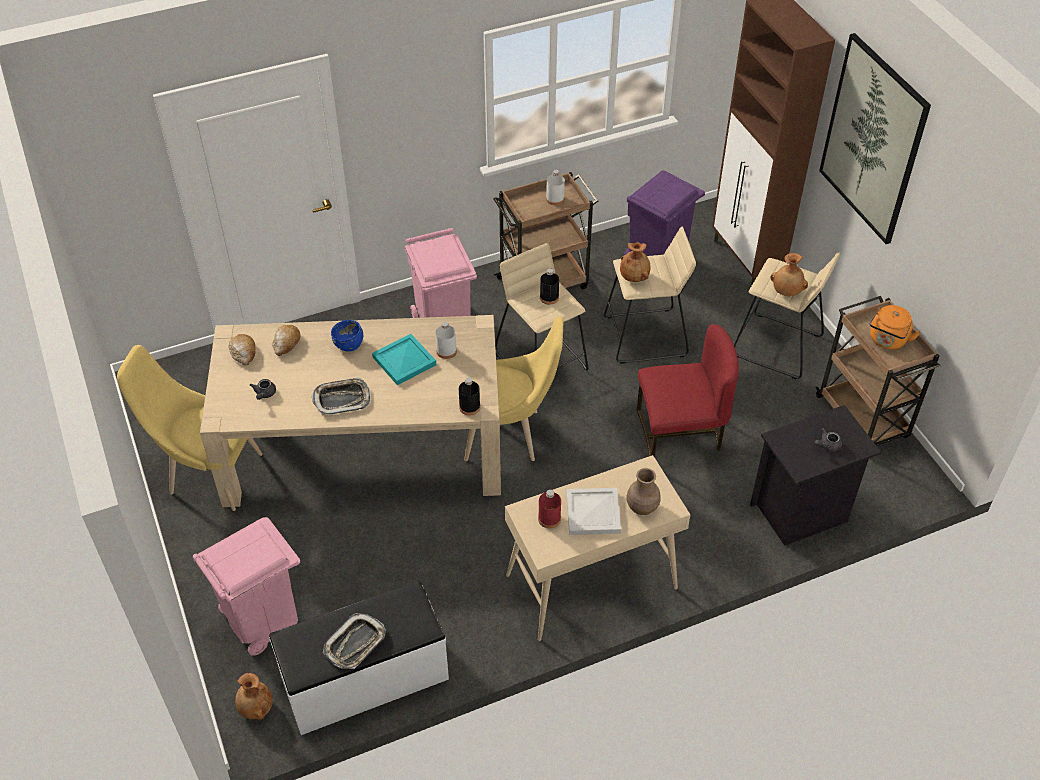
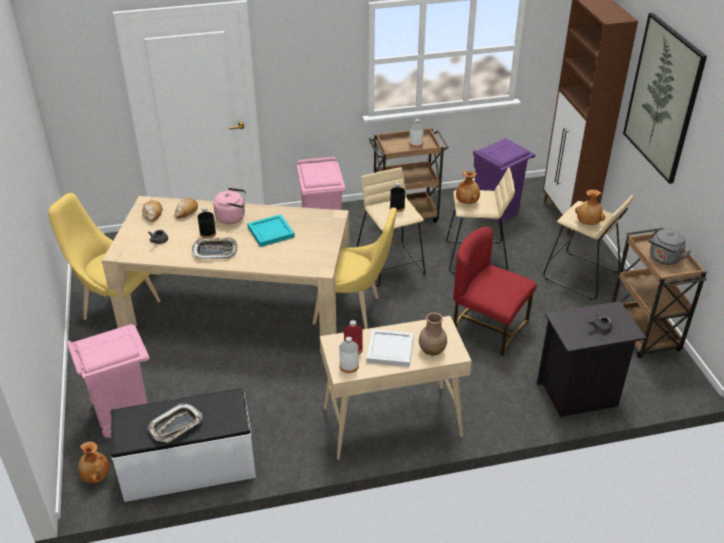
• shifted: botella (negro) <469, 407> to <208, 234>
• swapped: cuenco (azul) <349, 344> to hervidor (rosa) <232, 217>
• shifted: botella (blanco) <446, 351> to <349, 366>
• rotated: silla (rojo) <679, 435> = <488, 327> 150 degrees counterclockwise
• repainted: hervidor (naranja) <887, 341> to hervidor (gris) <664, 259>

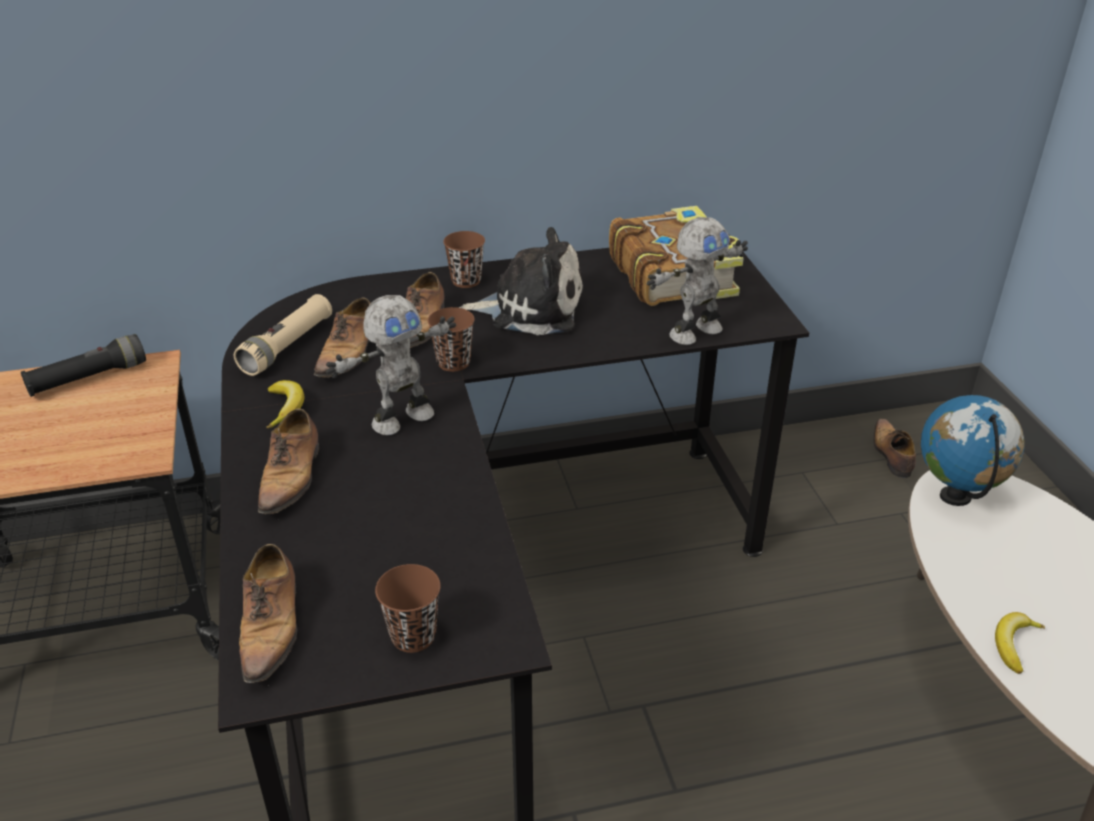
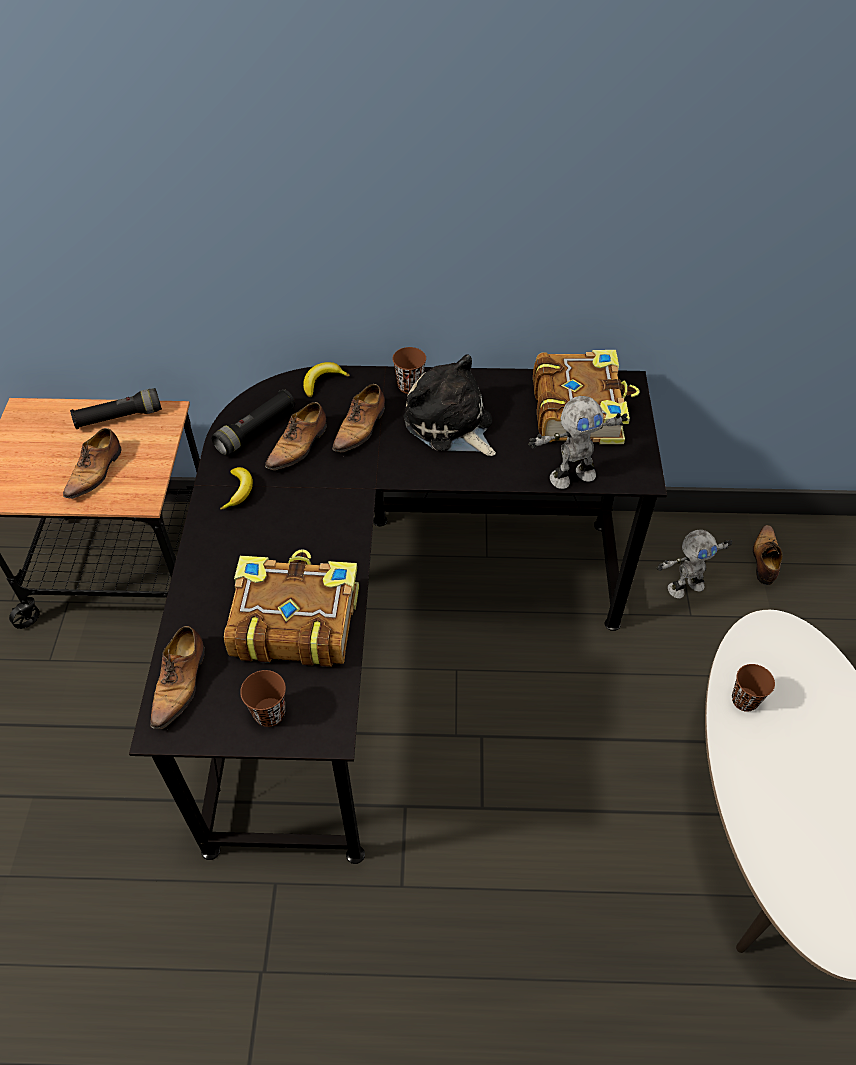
• shifted: zapato <291, 476> to <96, 472>
• repainted: linterna (beis) <287, 346> to linterna (negro) <256, 430>
• new: libro <293, 621>
• shifted: plátano <1013, 644> to <322, 382>
• rotated: peluche <531, 308> = <451, 425> 150 degrees counterclockwise
• shifted: robot de juguete <401, 418> to <684, 586>
• shifted: taza (marrón) <453, 362> to <744, 700>
• gone: globo terráqueo <956, 497>

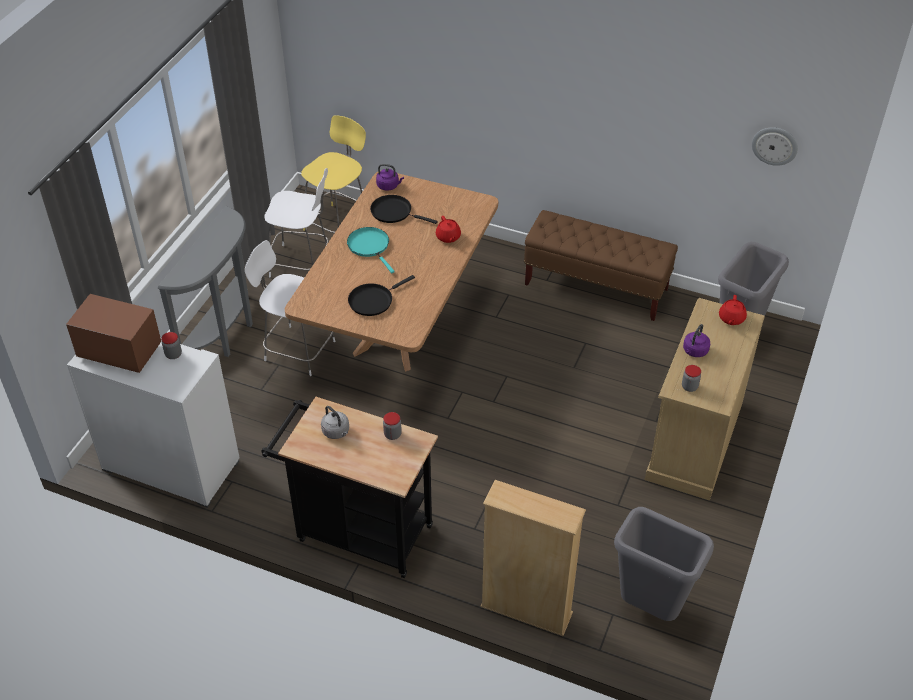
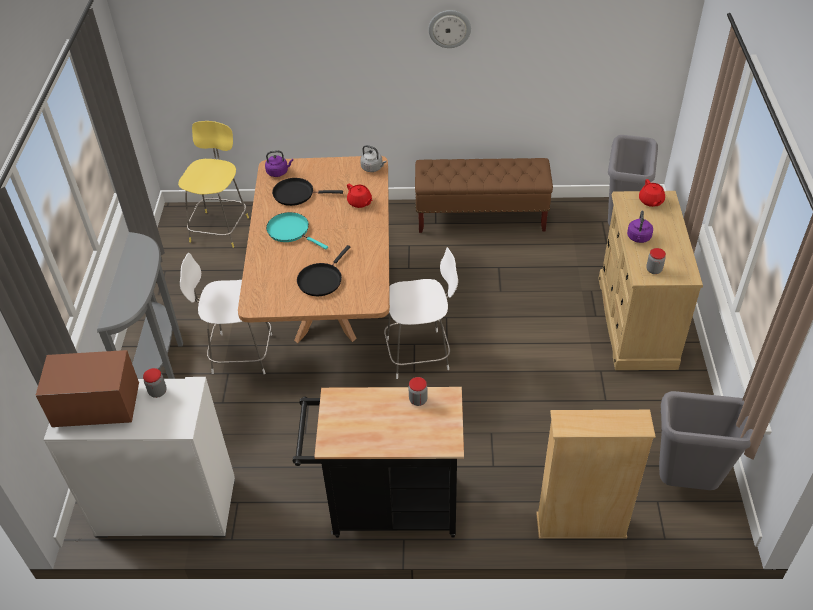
• shifted: hervidor (gris) <336, 432> to <373, 168>
• shifted: taburete (blanco) <302, 264> to <420, 354>
• shifted: reloj de pared <775, 145> to <449, 28>

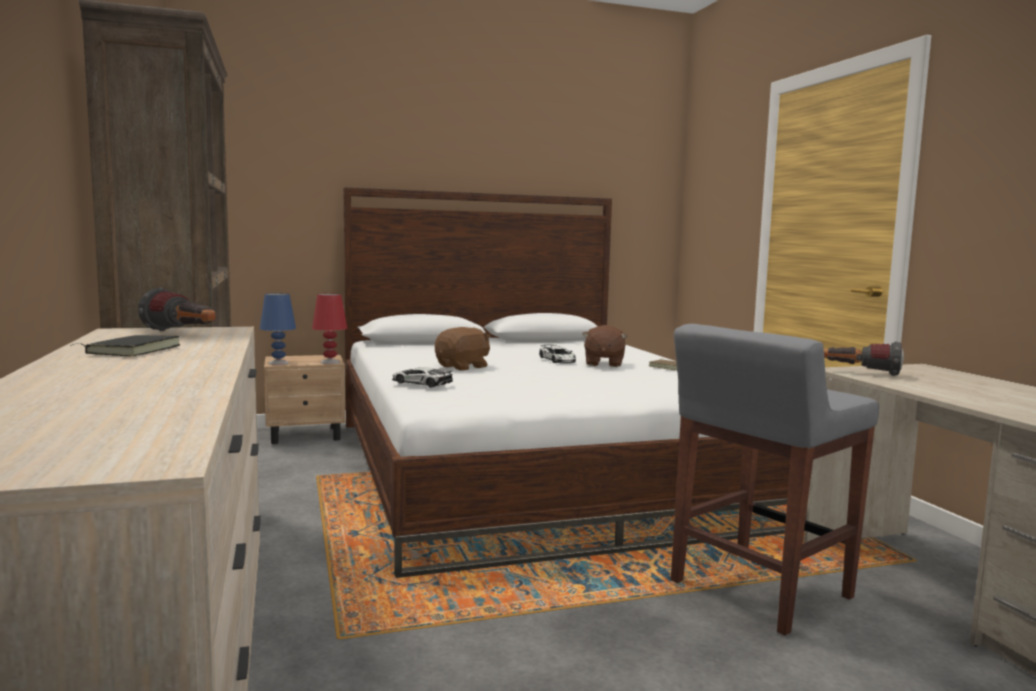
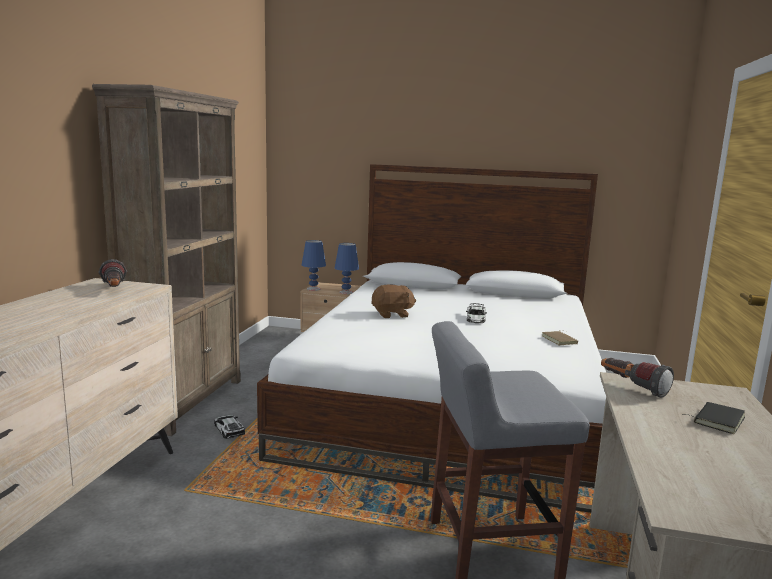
• shifted: coche de juguete <421, 383> to <229, 429>
• repainted: lámpara de mesa (rojo) <330, 362> to lámpara de mesa (azul) <346, 292>
• shifted: libro (negro) <132, 350> to <717, 420>
• gone: peluche (marrón) <603, 363>

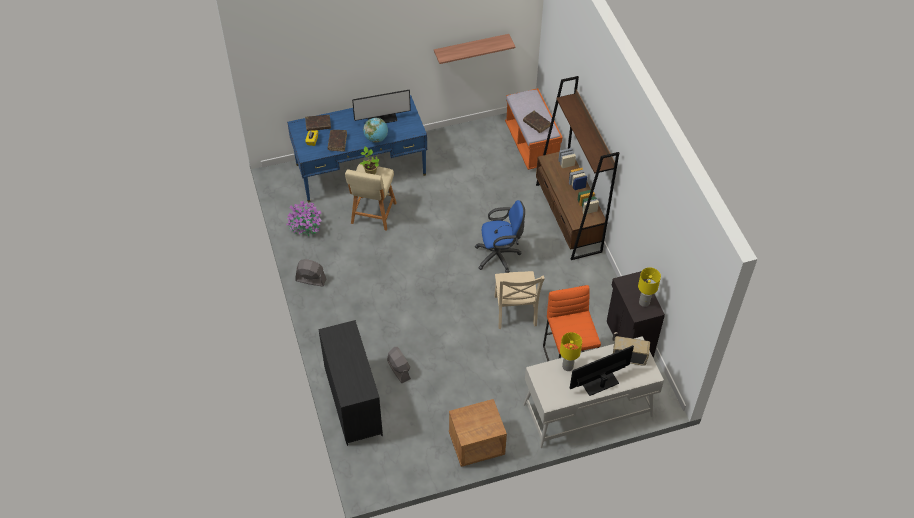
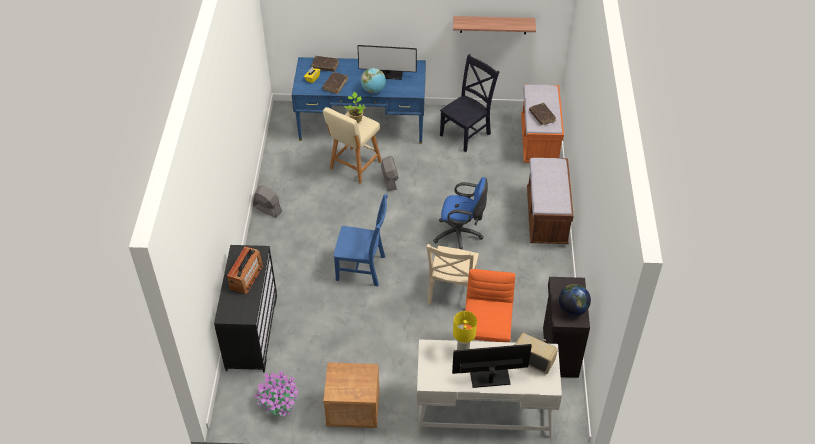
• new: radio <246, 277>
• shifted: planta en maceta <305, 227> to <278, 403>
• new: silla (azul) <363, 269>
• shifted: ventilador (gris) <398, 370> to <389, 180>
• new: silla (negro) <466, 133>
• swapped: estantería (marrón) <568, 218> to banco (marrón) <546, 218>
• swapped: lámpara de mesa (amarillo) <644, 302> to globo terráqueo <572, 309>

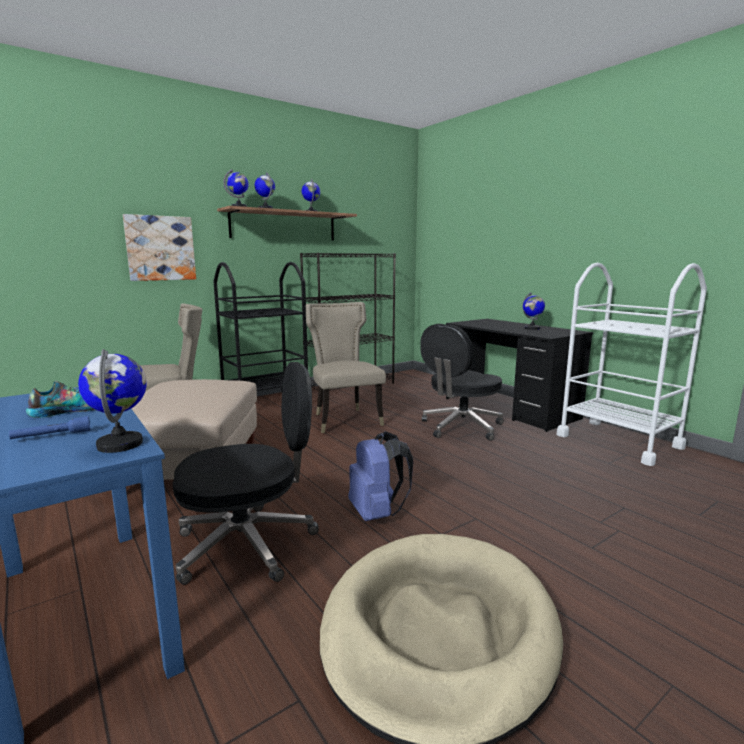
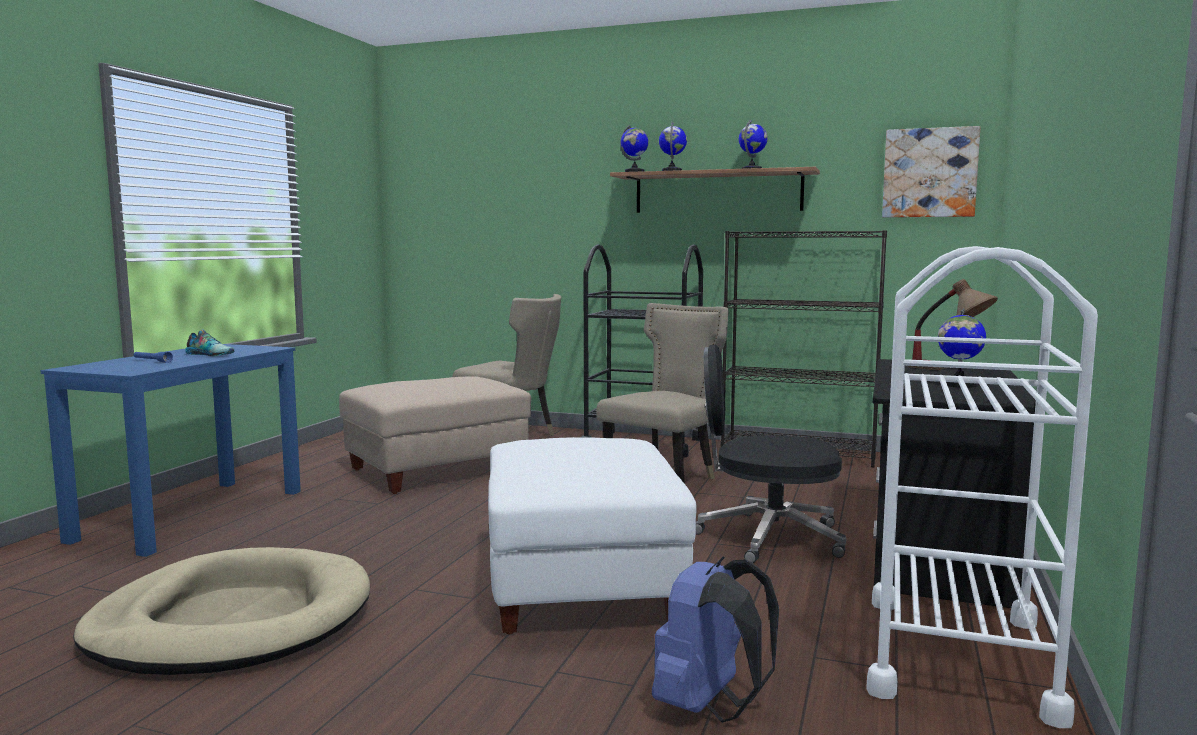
• new: puf (blanco) <581, 585>
• shifted: mochila (azul) <377, 513> to <709, 707>
• shifted: cuadro <160, 248> to <929, 173>
• new: lámpara de mesa <949, 369>
• gone: globo terráqueo <120, 444>
• gone: silla de oficina (negro) <249, 544>

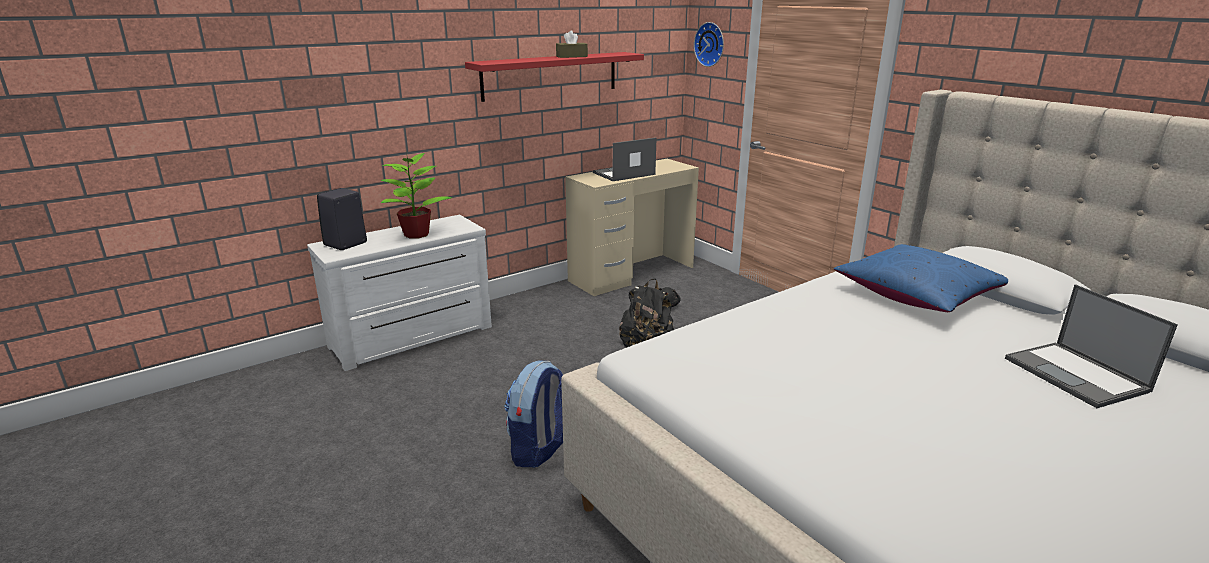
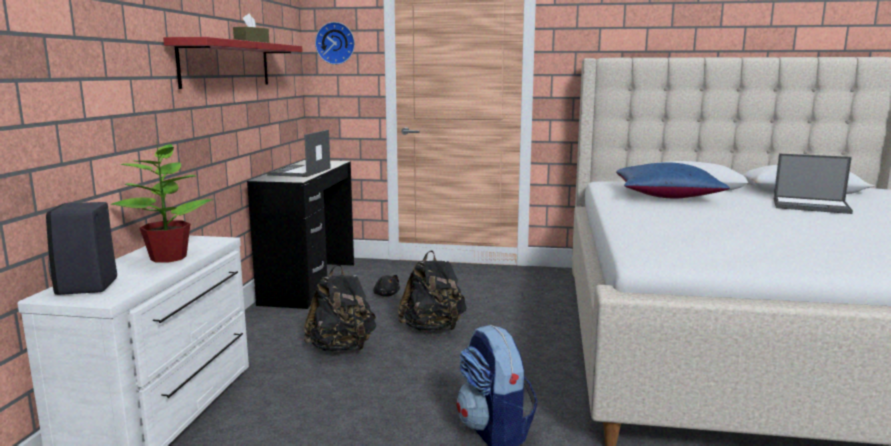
• repainted: escritorio (beis) <631, 274> to escritorio (negro) <309, 283>
• new: mochila (negro) <342, 348>

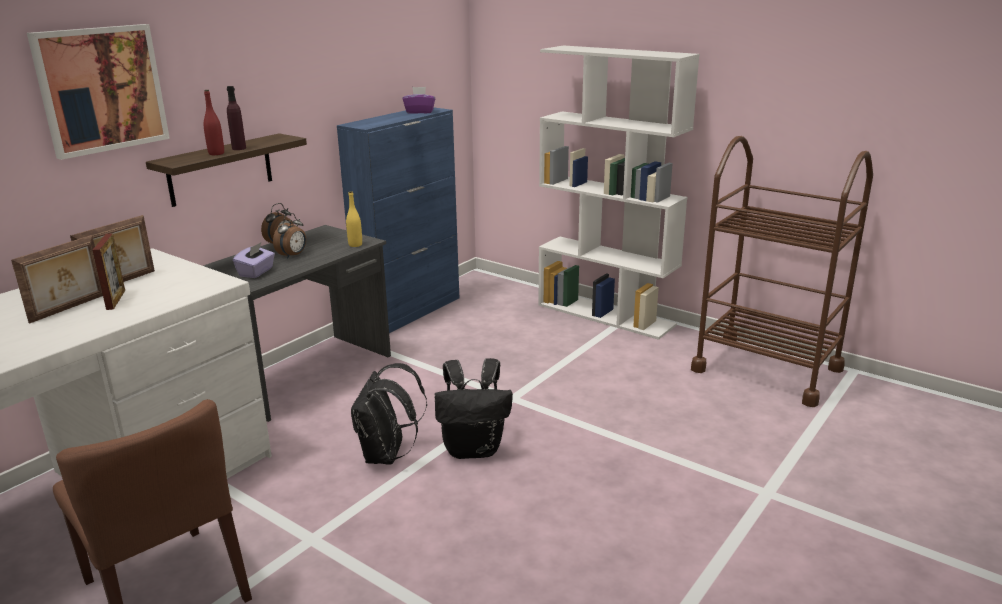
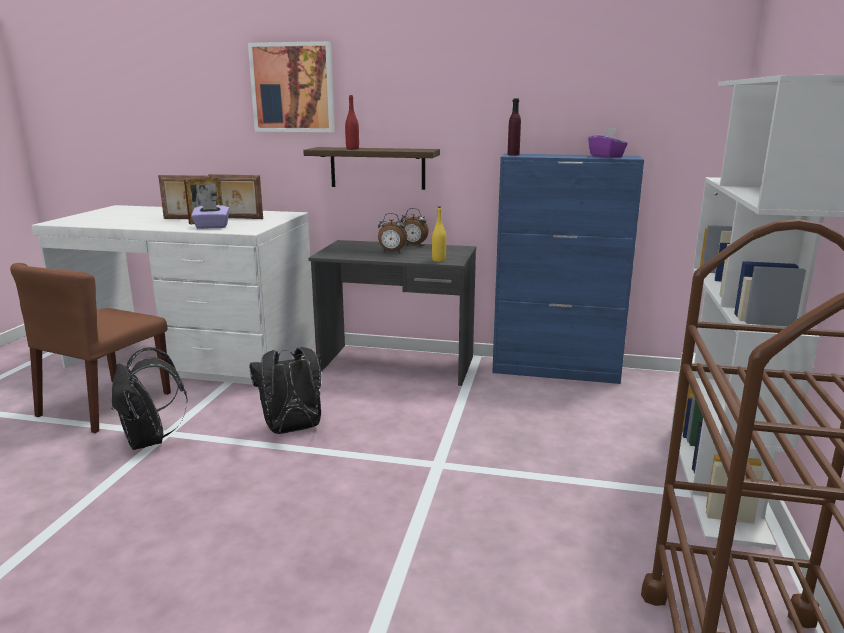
• shifted: mochila (negro) <474, 449> to <149, 440>
• shifted: caja de pañuelos (morado) <256, 272> to <212, 227>
• shifted: botella (morado) <239, 148> to <513, 155>

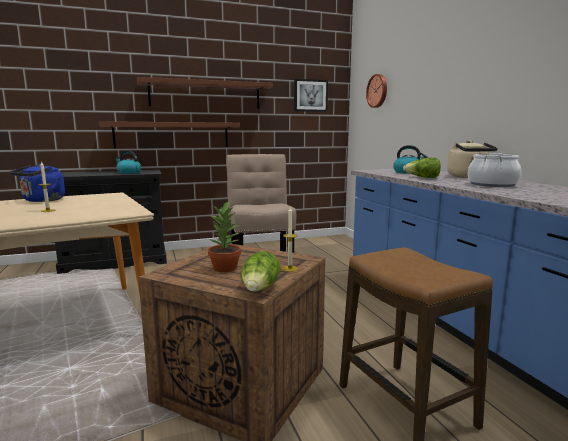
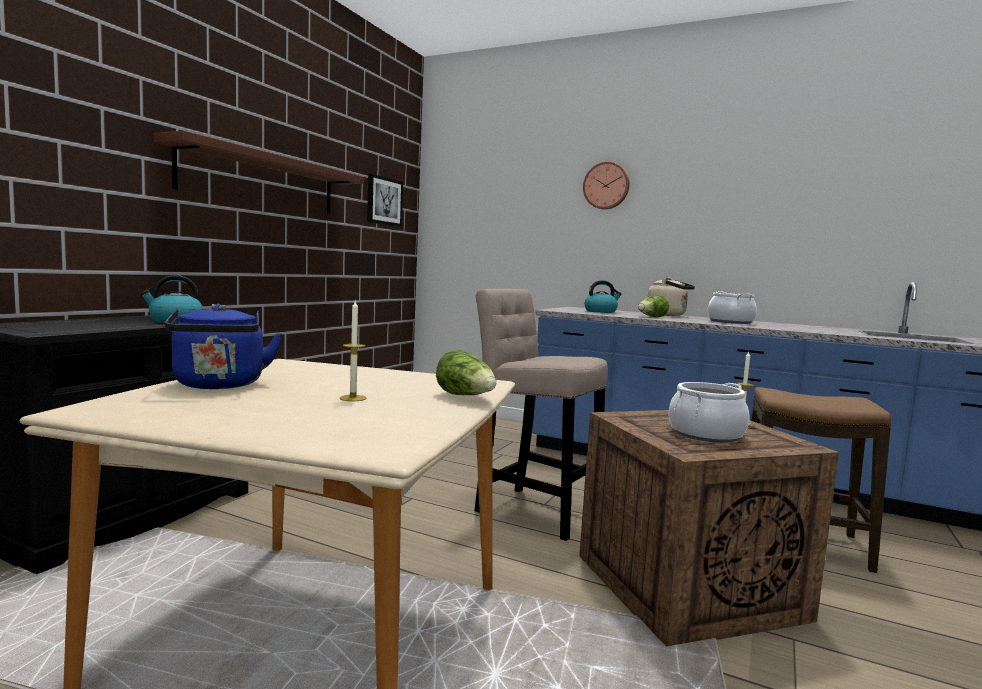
• shifted: lechuga <260, 290> to <466, 397>
• shifted: reloj de pared <378, 91> to <606, 186>
• swapped: planta en maceta <225, 268> to olla <705, 434>
• gone: estante (marrón) <172, 135>

